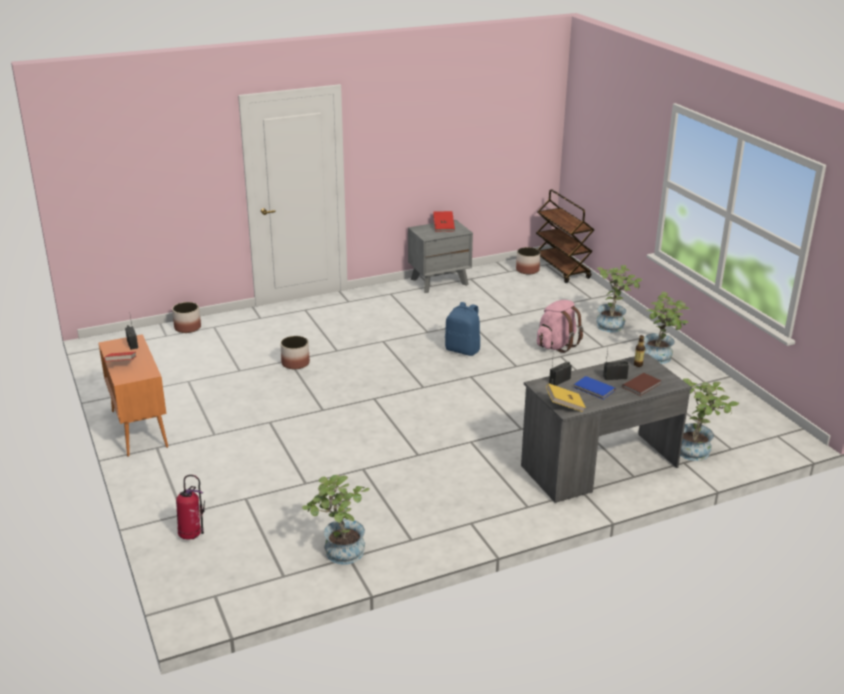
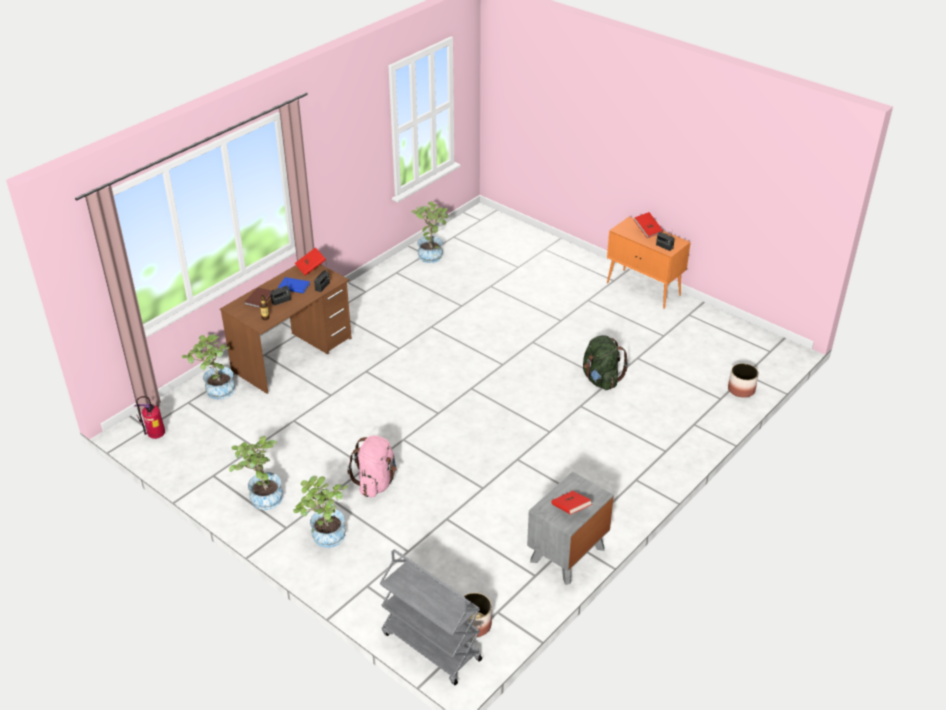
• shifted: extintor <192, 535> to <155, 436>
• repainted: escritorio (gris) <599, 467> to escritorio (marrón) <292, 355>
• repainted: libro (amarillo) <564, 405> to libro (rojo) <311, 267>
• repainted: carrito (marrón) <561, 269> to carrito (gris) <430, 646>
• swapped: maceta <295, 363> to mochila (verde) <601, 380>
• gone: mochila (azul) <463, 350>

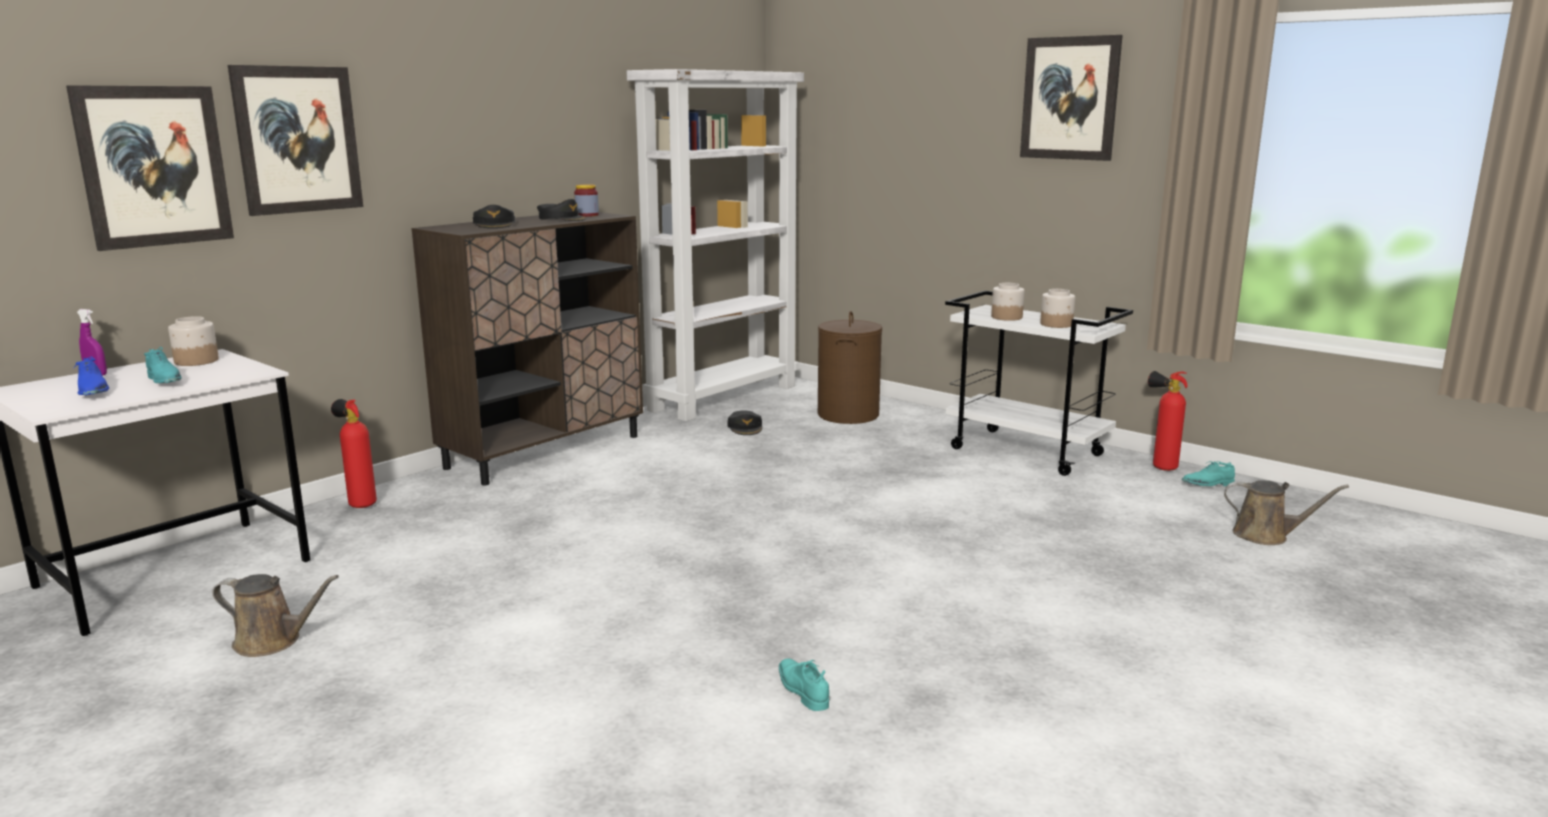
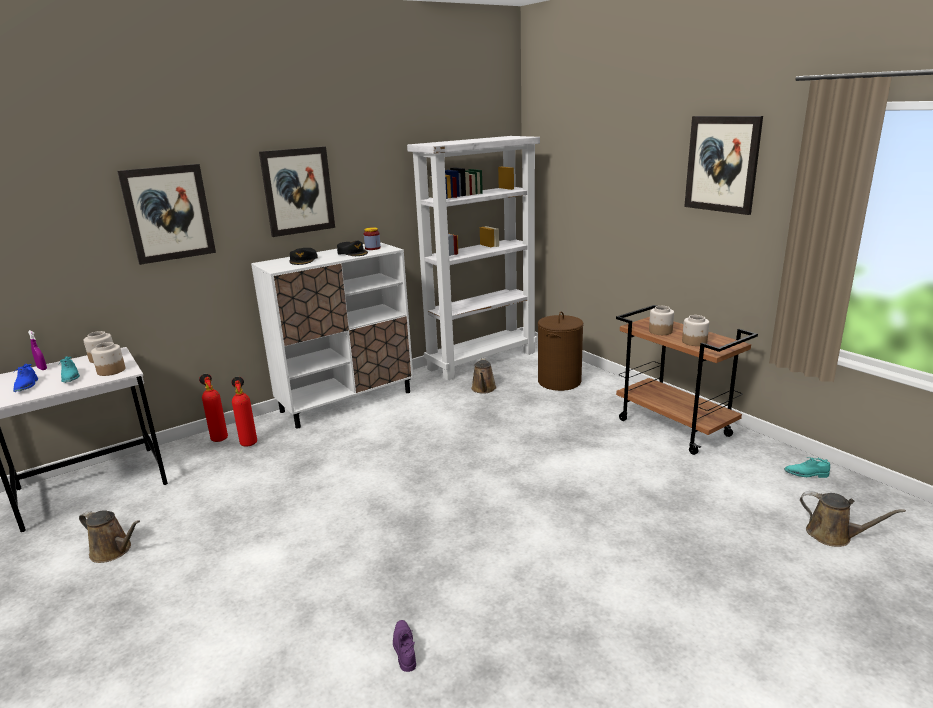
• new: tarro <111, 371>
• shifted: extintor <1159, 467> to <248, 442>
• repainted: armario (marrón) <545, 451> to armario (blanco) <347, 401>
• shifted: cuadro <154, 166> to <298, 191>
• repainted: zapato (turquesa) <802, 691> to zapato (morado) <404, 649>
• swapped: gorra (negro) <745, 428> to regadera (marrón) <483, 389>
• repainted: carrito (blanco) <1028, 452> to carrito (marrón) <675, 428>

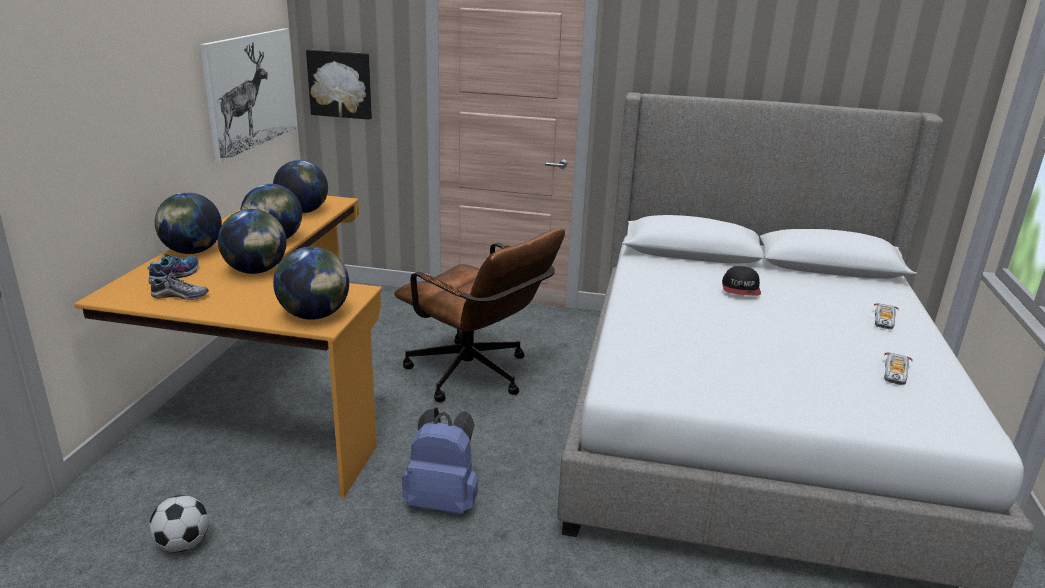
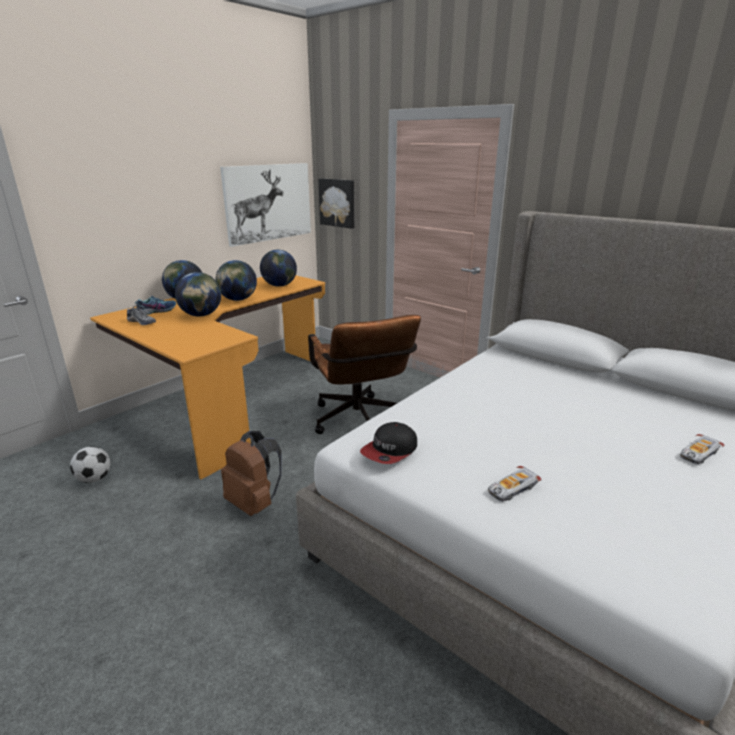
• repainted: mochila (azul) <443, 501> to mochila (marrón) <254, 503>
• shifted: gorra <741, 289> to <390, 450>
• shifted: coche de juguete <895, 373> to <512, 488>
• gone: globo terráqueo <315, 315>

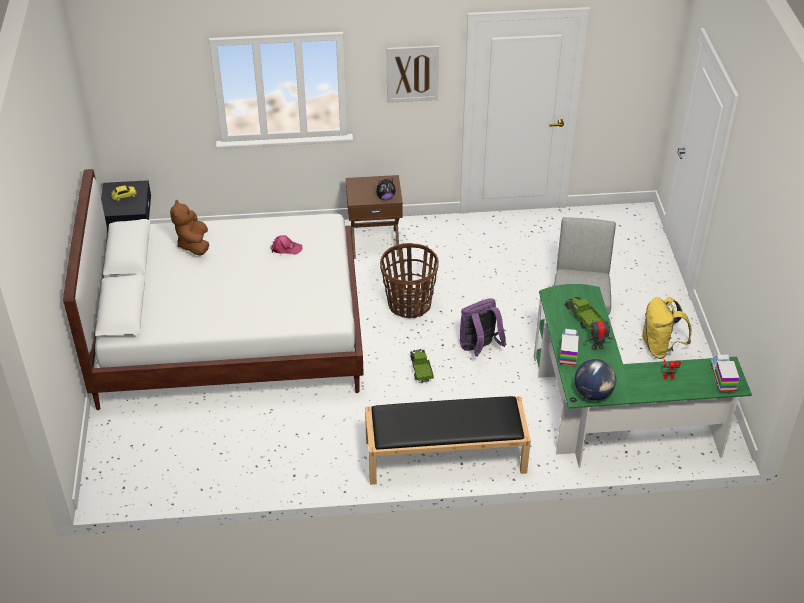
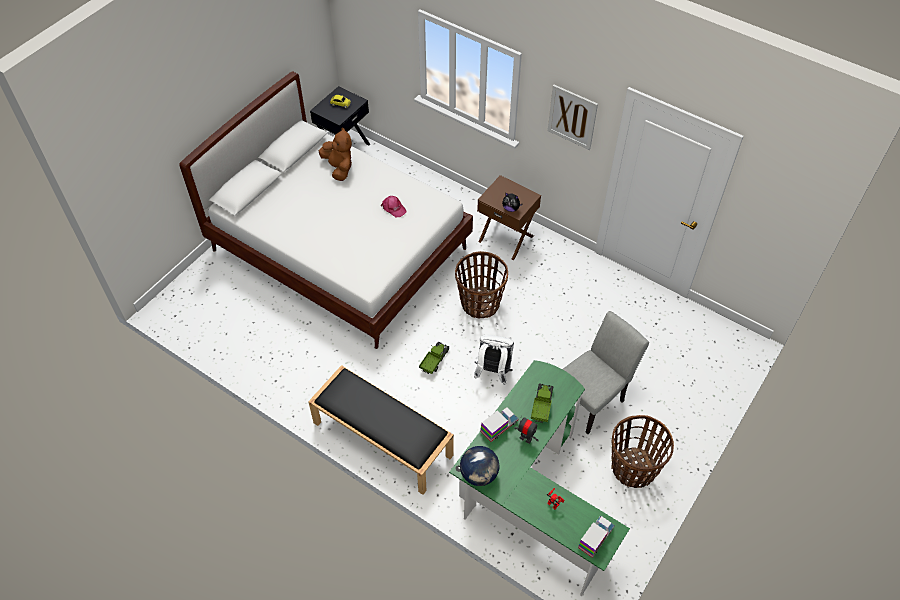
• rotated: peluche (marrón) <194, 244> = <339, 168> 120 degrees clockwise
• repainted: mochila (morado) <479, 348> to mochila (blanco) <493, 372>
• swapped: mochila (amarillo) <660, 347> to cesta <633, 468>

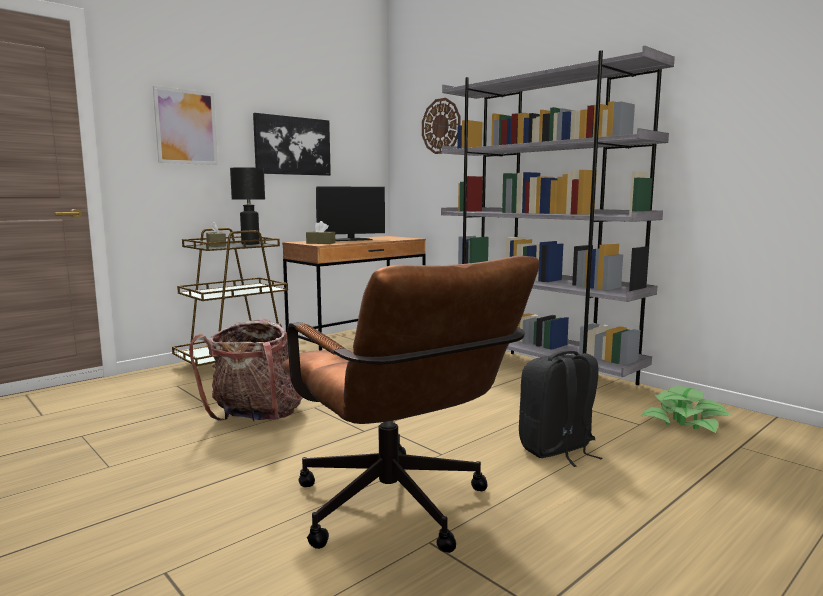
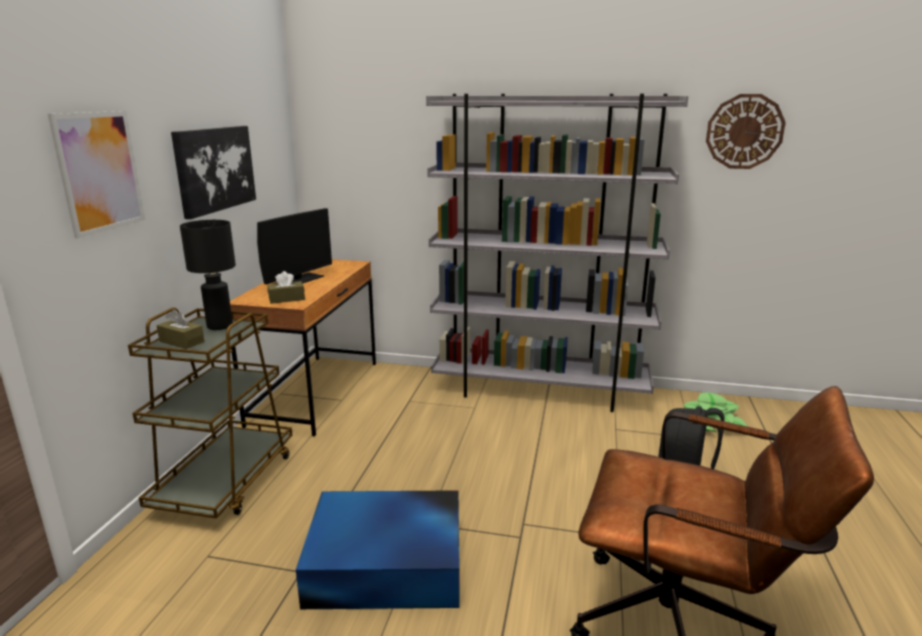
• swapped: mochila <257, 416> to caja de almacenaje (azul) <388, 564>
• shifted: reloj de pared <441, 126> to <744, 131>

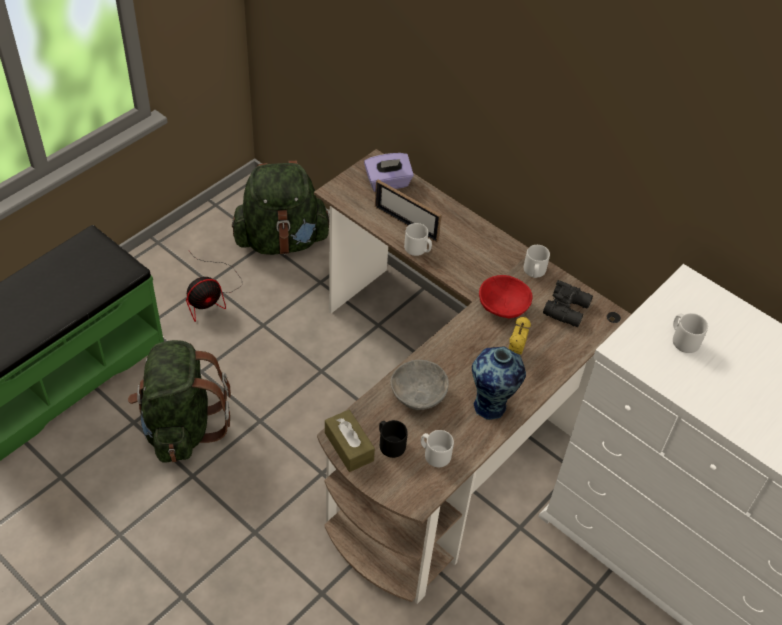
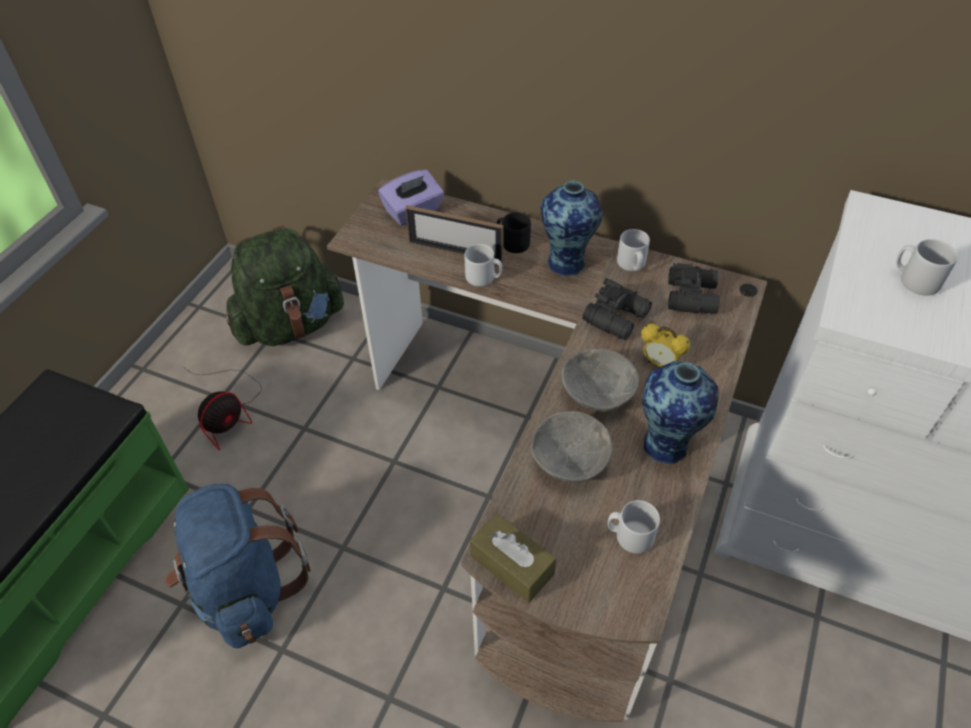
• repainted: mochila (verde) <181, 426> to mochila (azul) <245, 588>
• shifted: taza grande (negro) <390, 444> to <512, 243>
• new: florero <567, 262>
• new: cuenco (gris) <596, 393>
• swapped: cuenco (rojo) <502, 308> to prismáticos (negro) <618, 317>
• rotated: despertador <516, 350> = <659, 363> 60 degrees counterclockwise

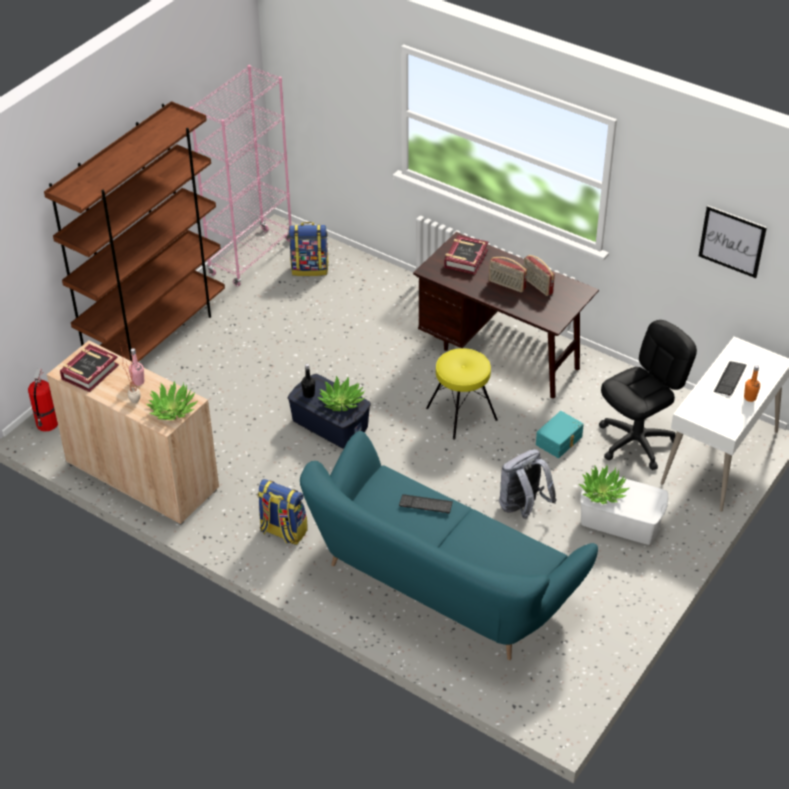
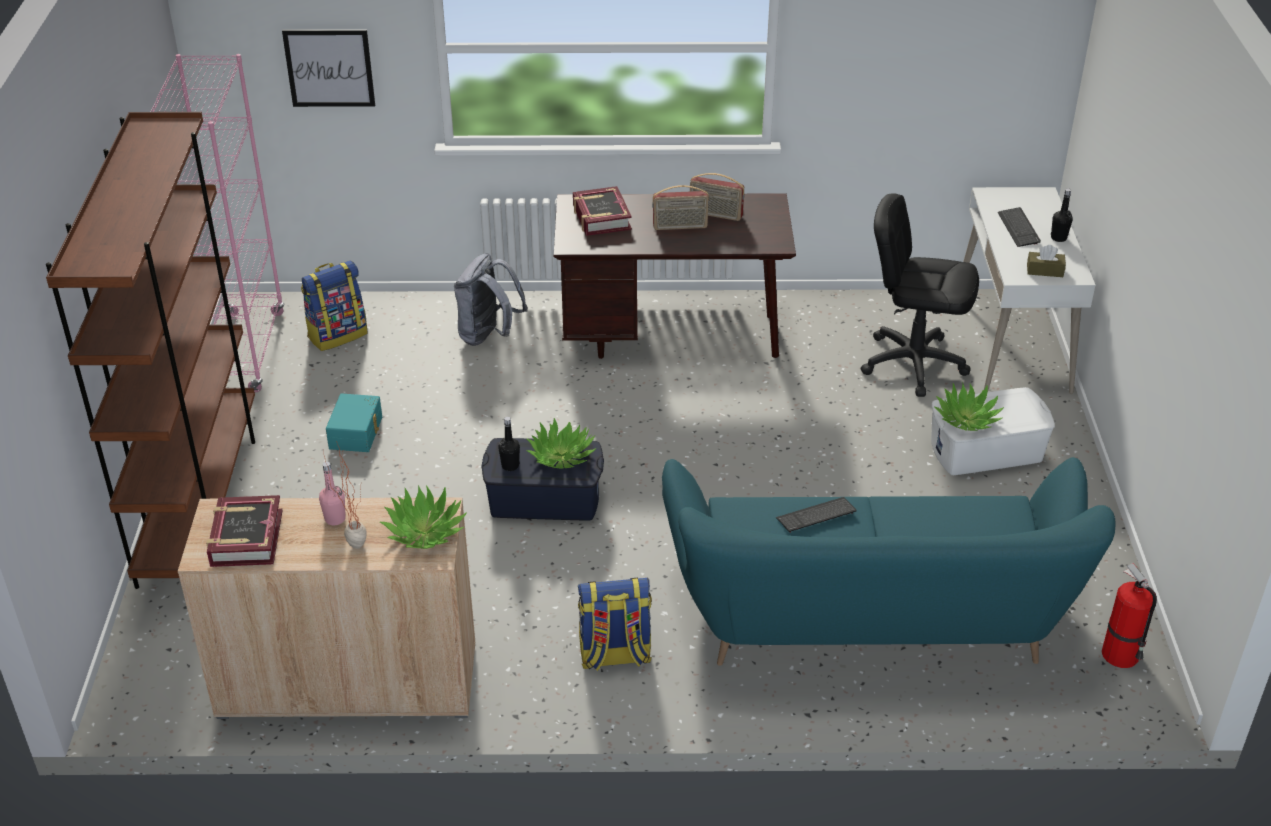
• shifted: cuadro <732, 241> to <329, 68>
• shifted: caja de almacenaje (turquesa) <560, 441> to <357, 432>
• shifted: mochila (gris) <523, 508> to <488, 336>
• rotated: silla de oficina (negro) <637, 442> = <913, 363> 90 degrees counterclockwise
• new: caja de pañuelos (marrón) <1044, 271>
• repainted: botella (naranja) <750, 398> to botella (negro) <1058, 238>
• shifted: extintor <47, 424> to <1122, 655>
• gone: taburete (amarillo) <461, 414>

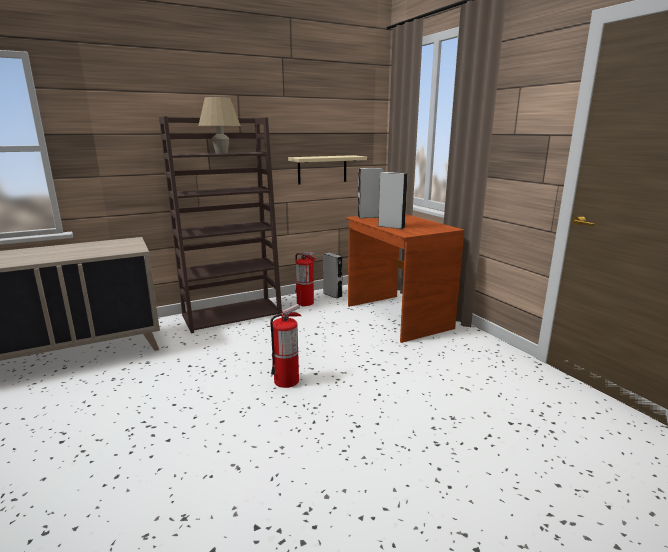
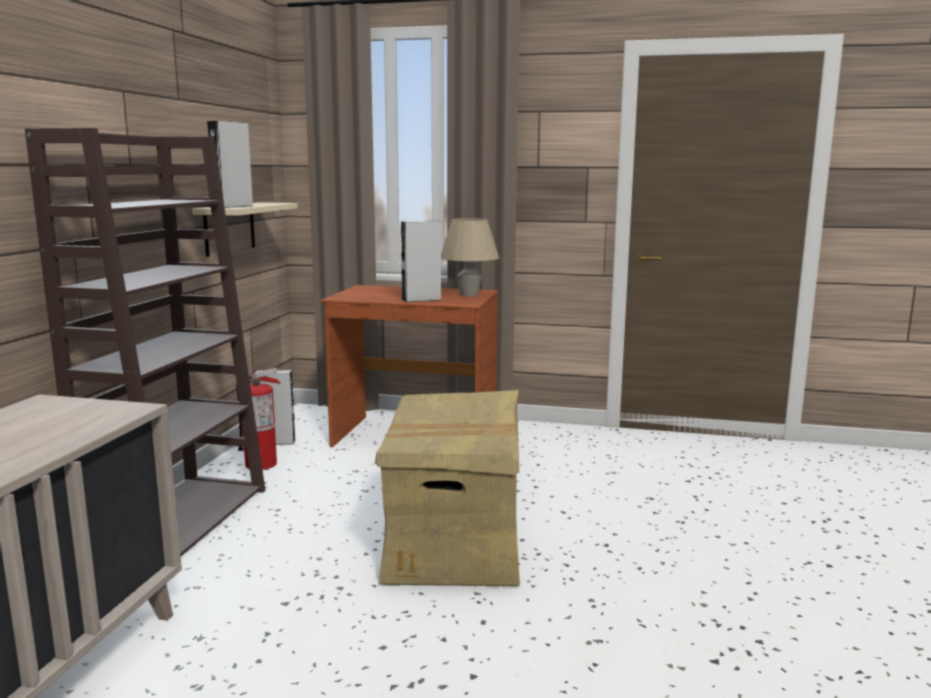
• shifted: altavoz (gris) <369, 217> to <233, 206>
• swapped: extintor <286, 381> to caja de cartón <453, 549>
• shifted: lámpara de mesa (beis) <221, 153> to <469, 295>

